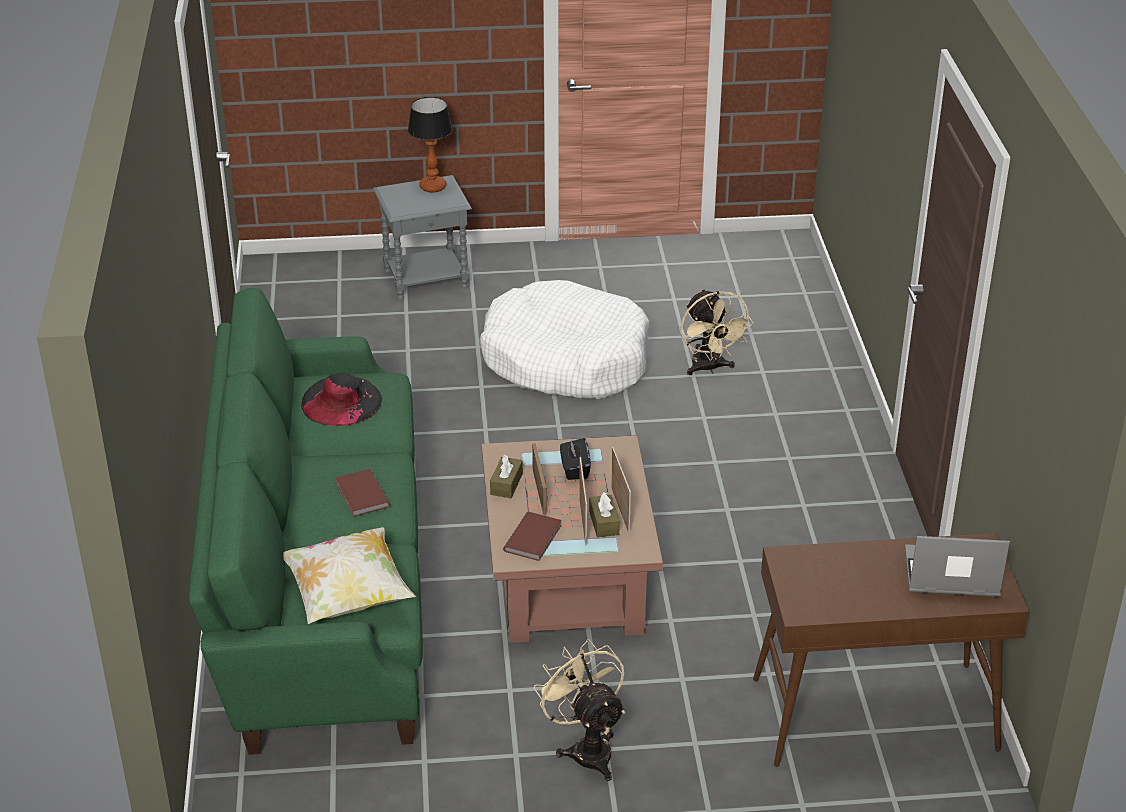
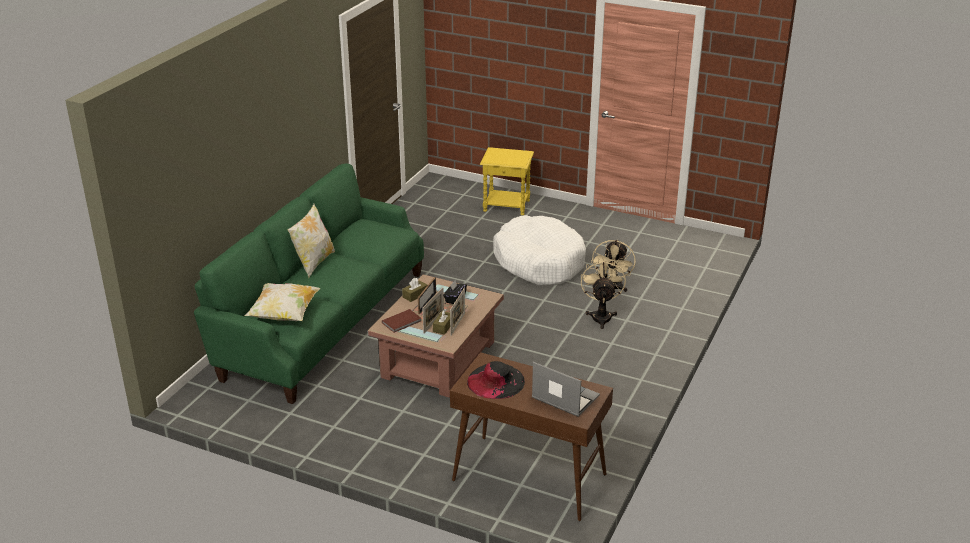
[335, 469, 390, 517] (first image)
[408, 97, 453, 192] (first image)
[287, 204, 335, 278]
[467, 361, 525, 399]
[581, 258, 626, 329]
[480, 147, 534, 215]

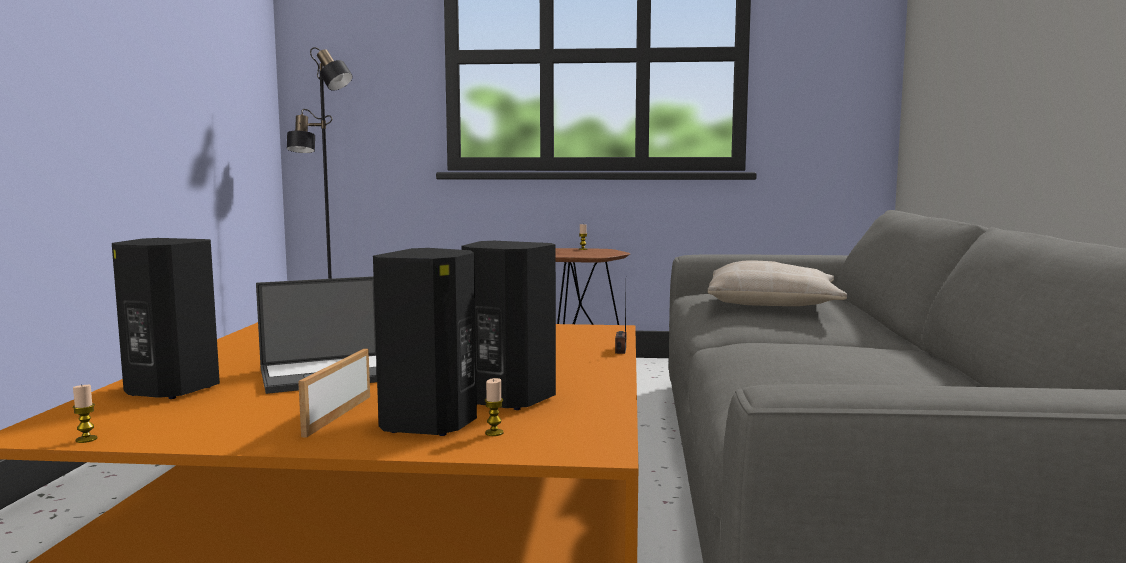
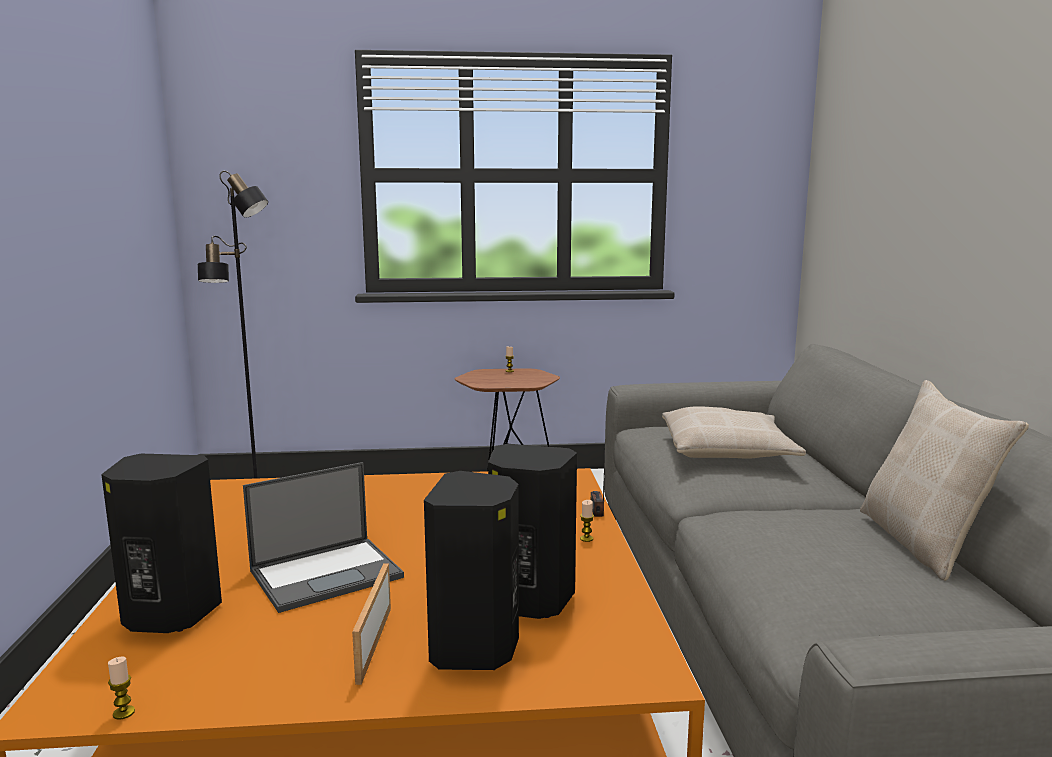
[860, 380, 1029, 581]
[580, 500, 594, 542]

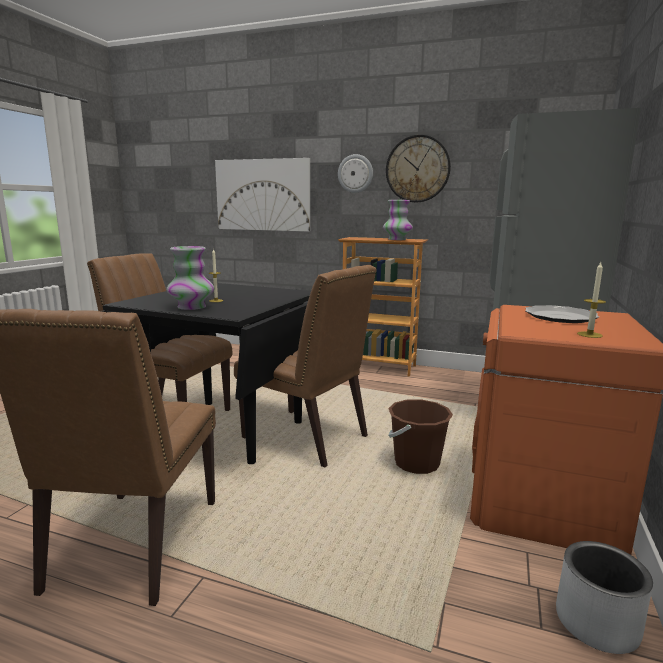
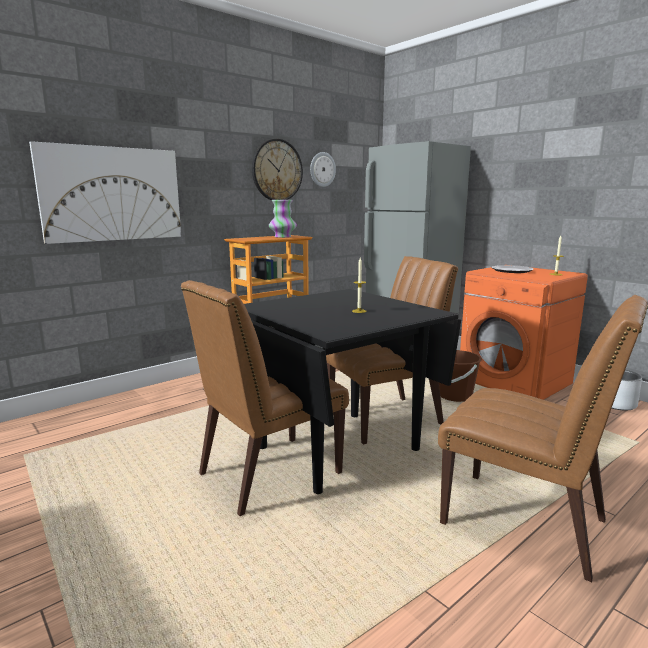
[166, 246, 214, 310] (first image)
[310, 152, 336, 187]

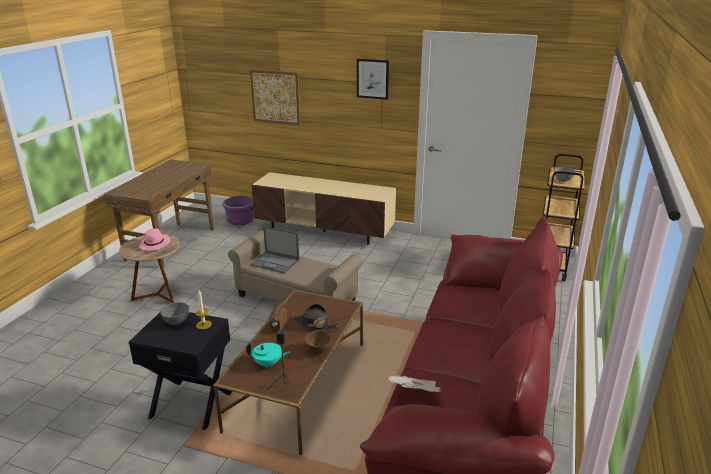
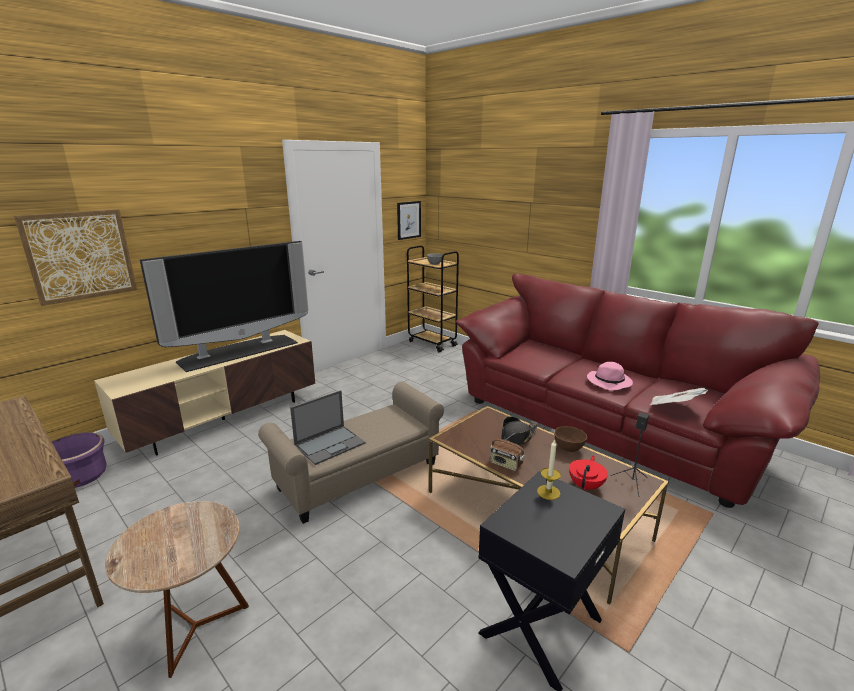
[160, 302, 189, 325] (first image)
[140, 241, 309, 372]
[587, 362, 633, 391]
[397, 201, 421, 240]
[569, 456, 608, 491]

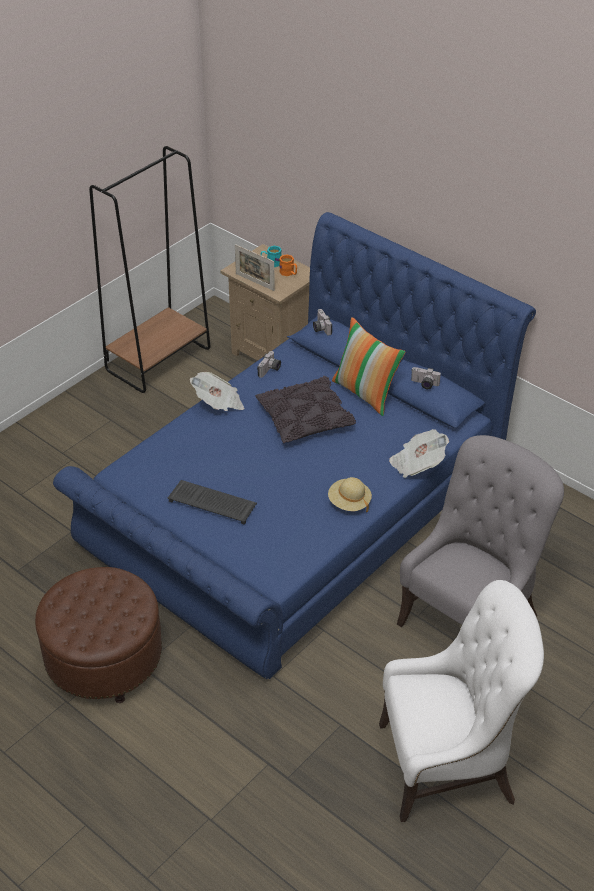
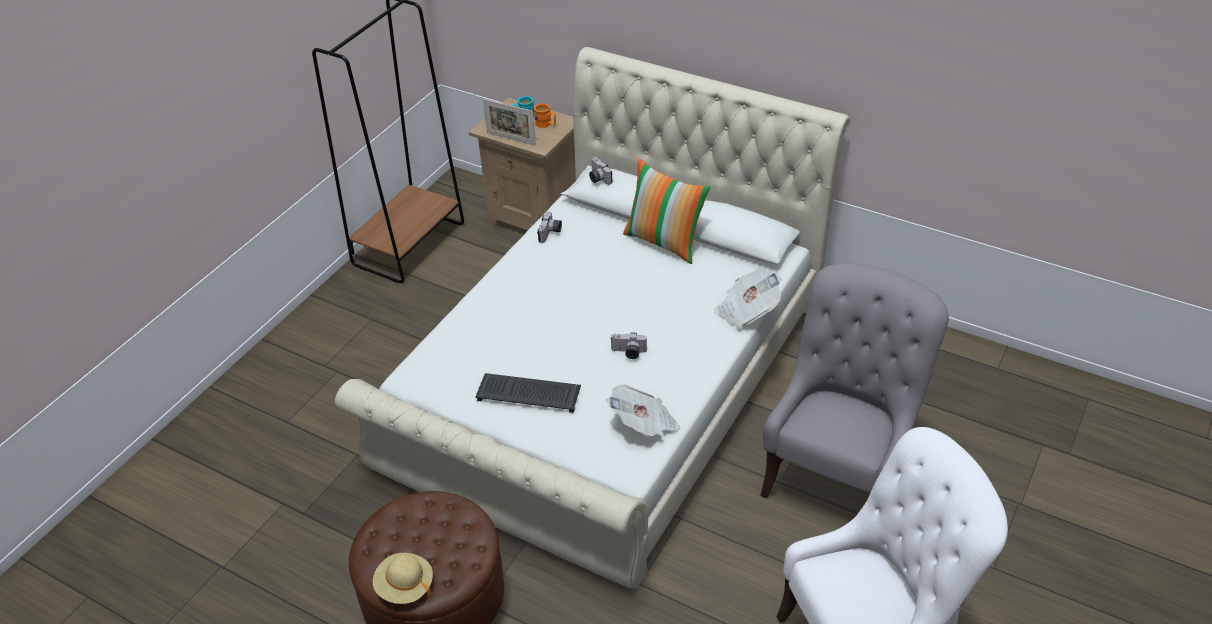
[255, 376, 356, 443] (first image)
[606, 385, 680, 437]
[373, 553, 433, 604]
[610, 332, 647, 359]
[335, 47, 850, 589]

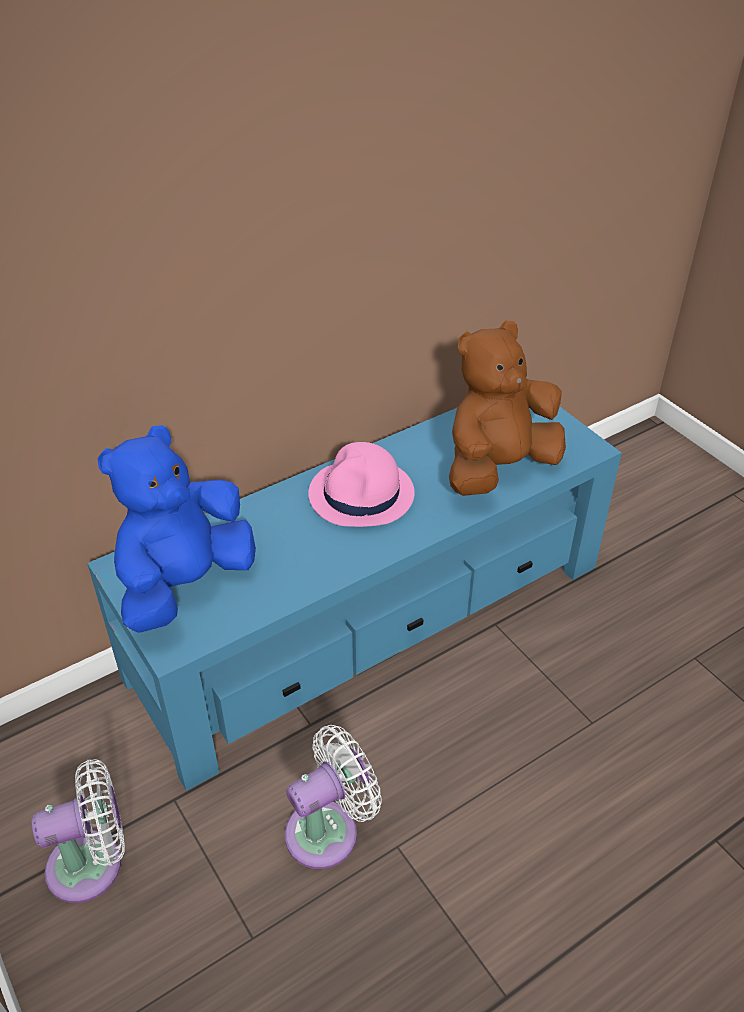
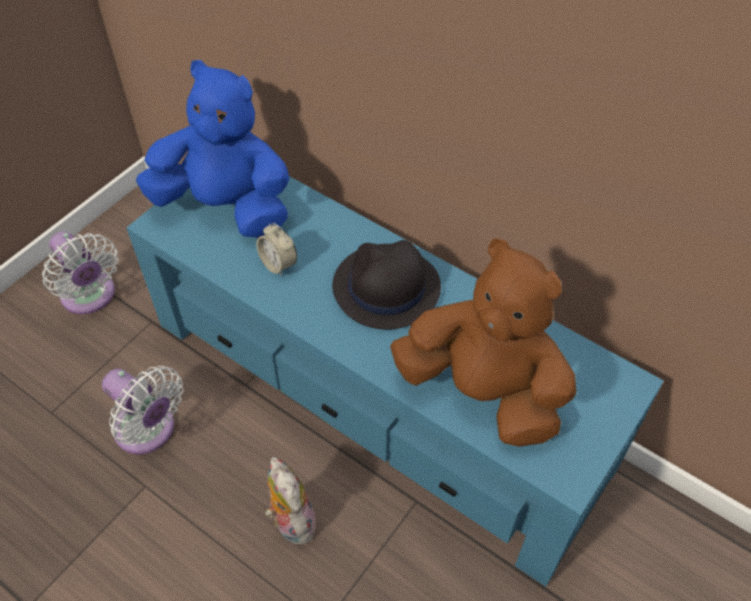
[257, 223, 297, 276]
[265, 457, 320, 544]
[332, 240, 441, 330]

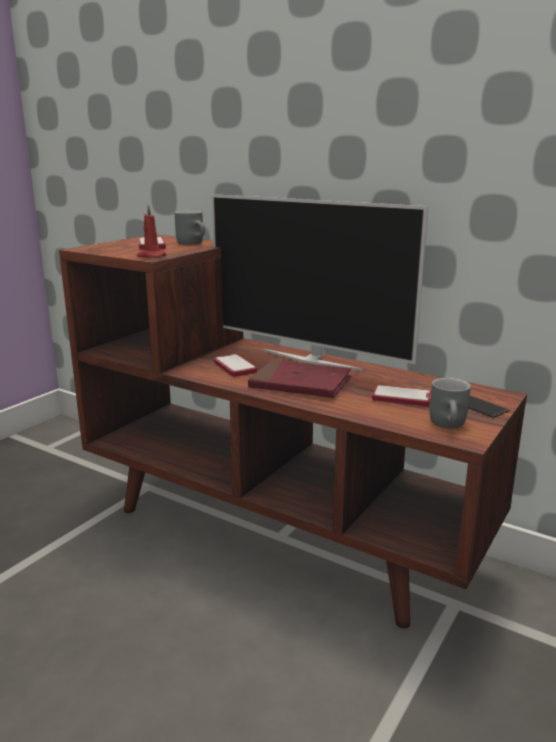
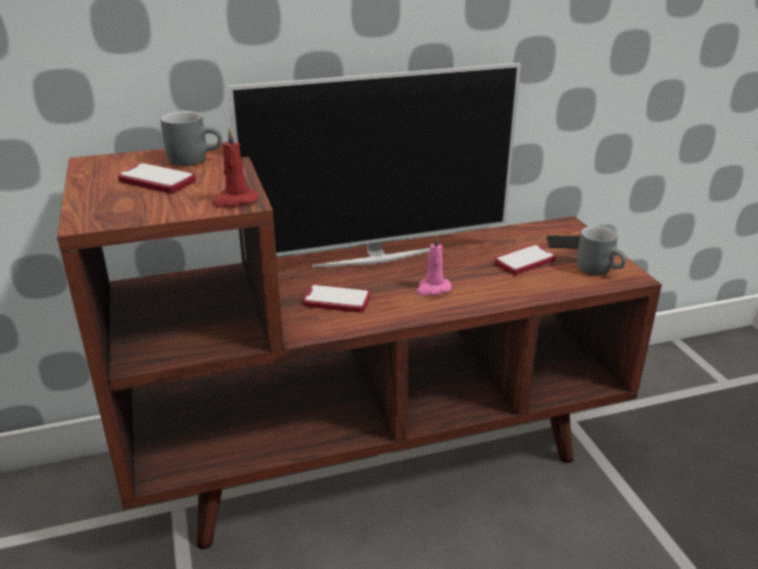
[416, 234, 452, 295]

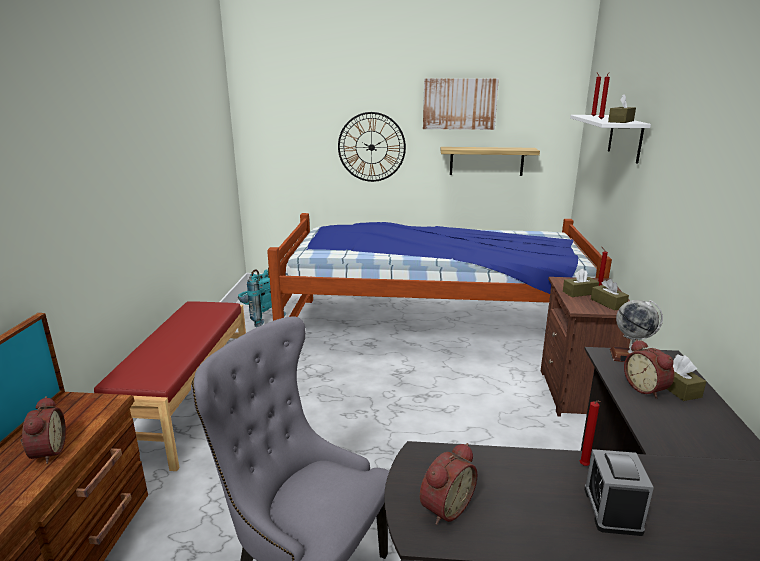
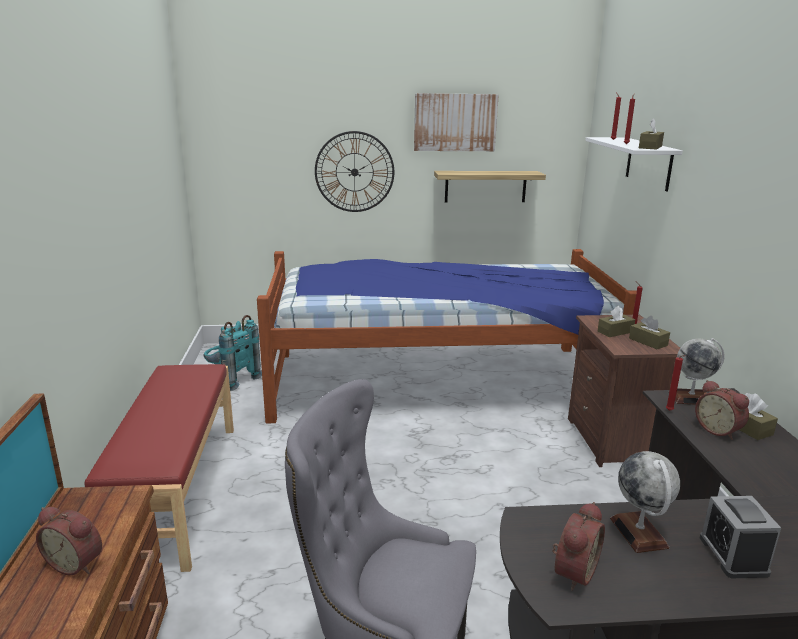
[610, 451, 680, 553]
[666, 355, 685, 411]
[36, 507, 102, 575]

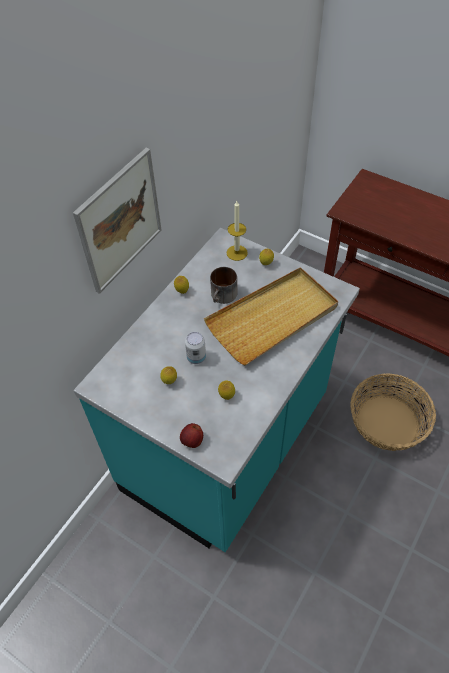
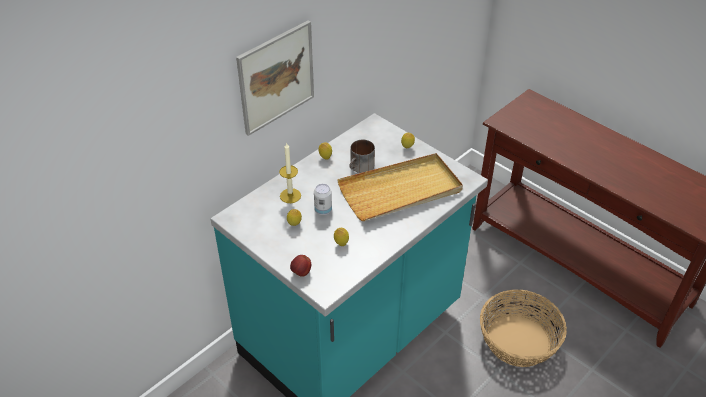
[279, 142, 301, 203]

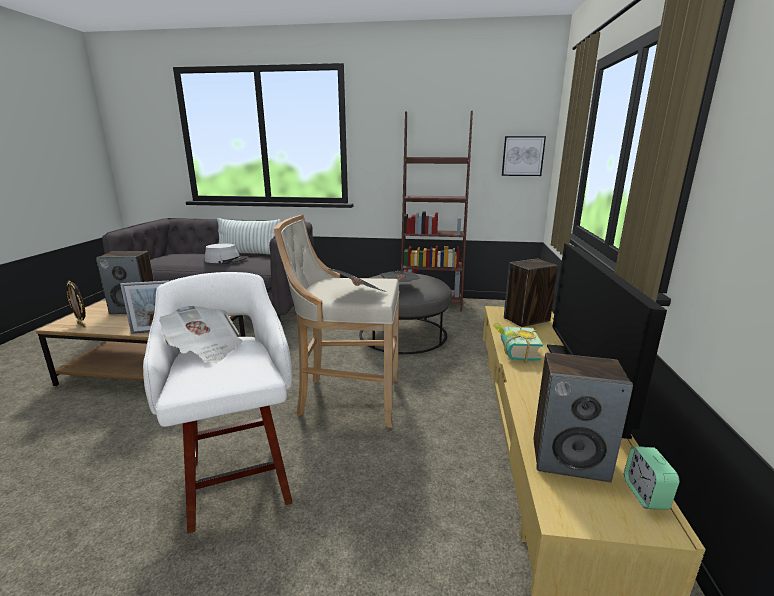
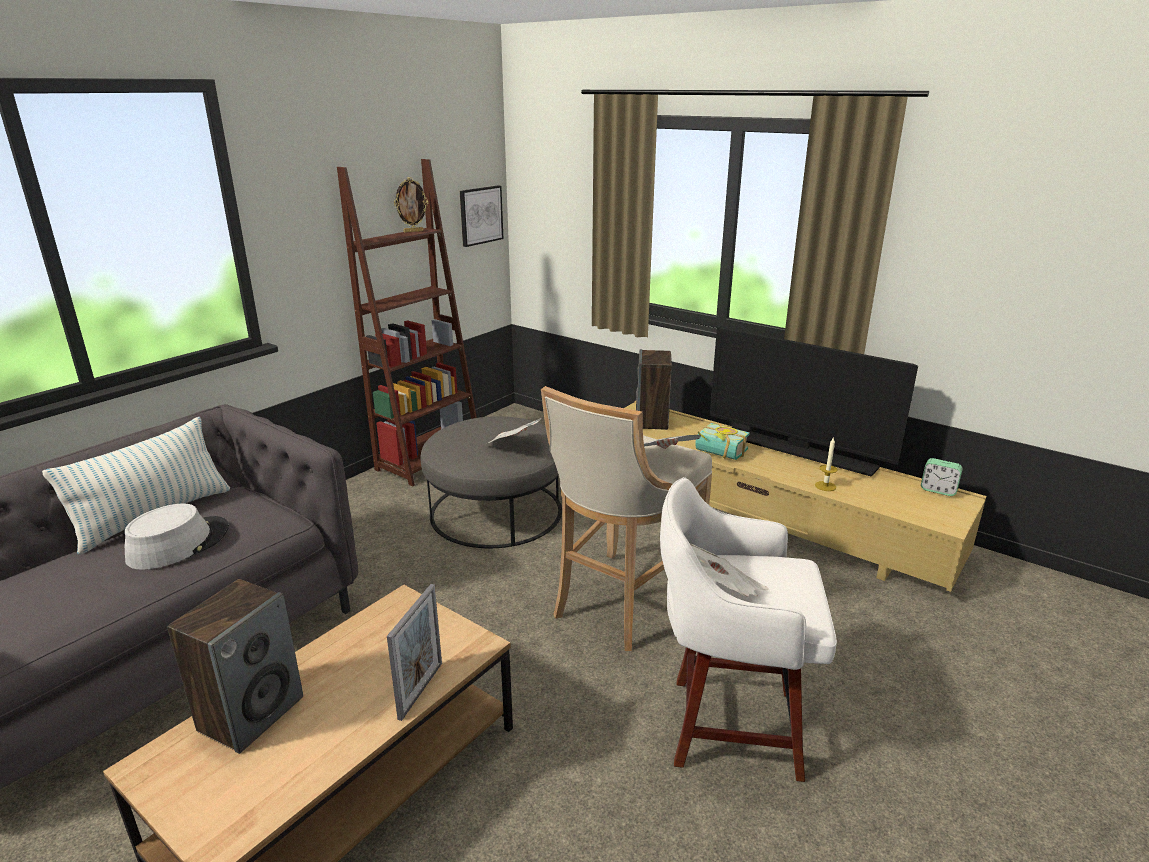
[534, 353, 633, 482] (first image)
[815, 437, 838, 491]
[394, 177, 428, 233]

